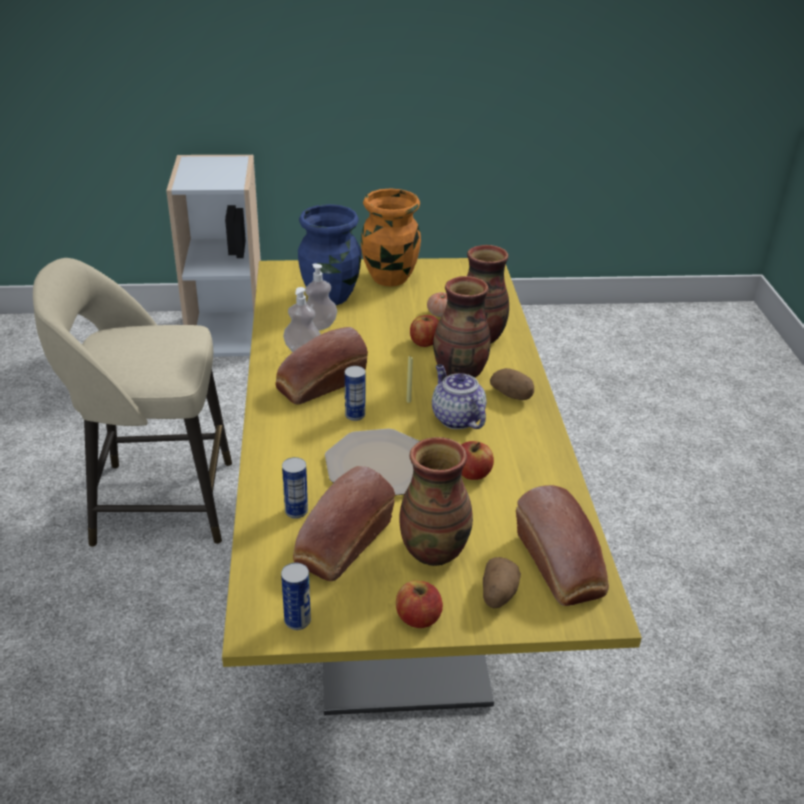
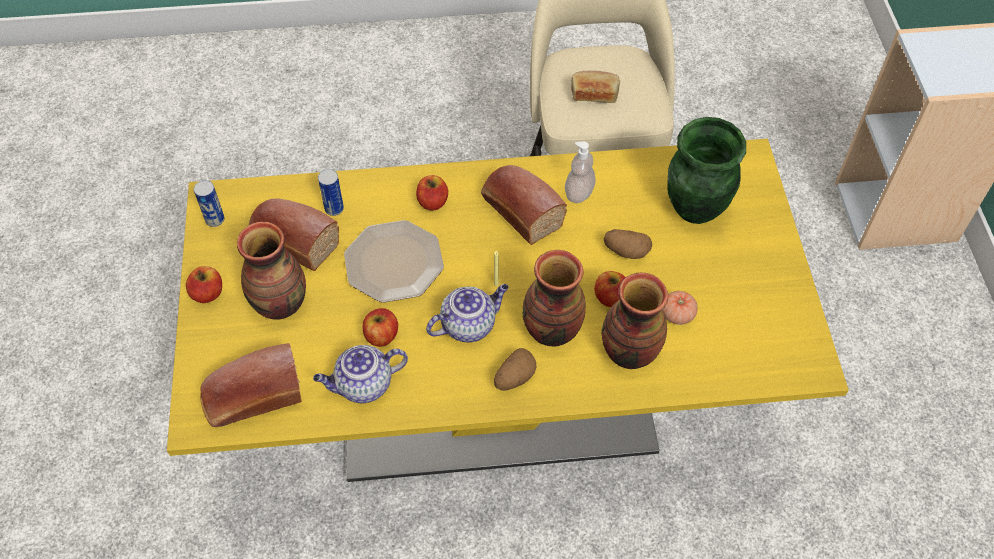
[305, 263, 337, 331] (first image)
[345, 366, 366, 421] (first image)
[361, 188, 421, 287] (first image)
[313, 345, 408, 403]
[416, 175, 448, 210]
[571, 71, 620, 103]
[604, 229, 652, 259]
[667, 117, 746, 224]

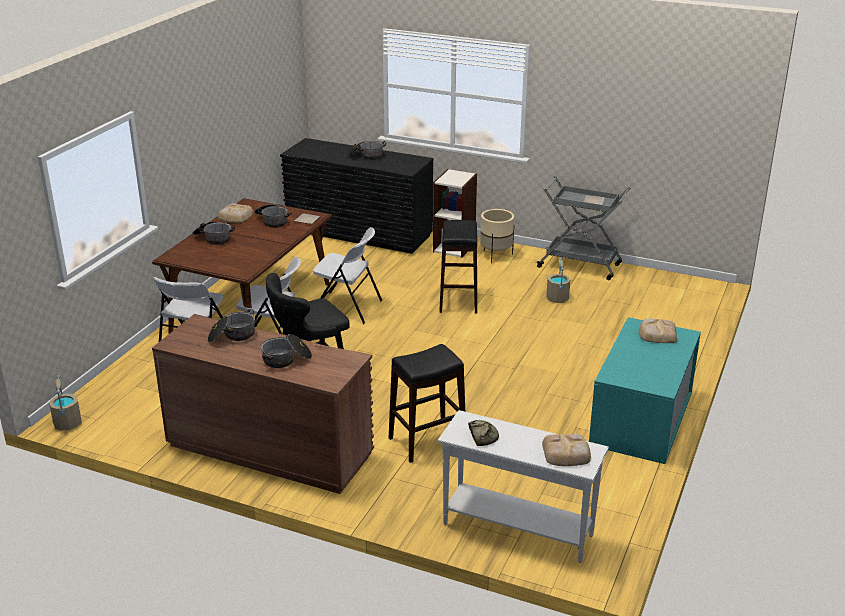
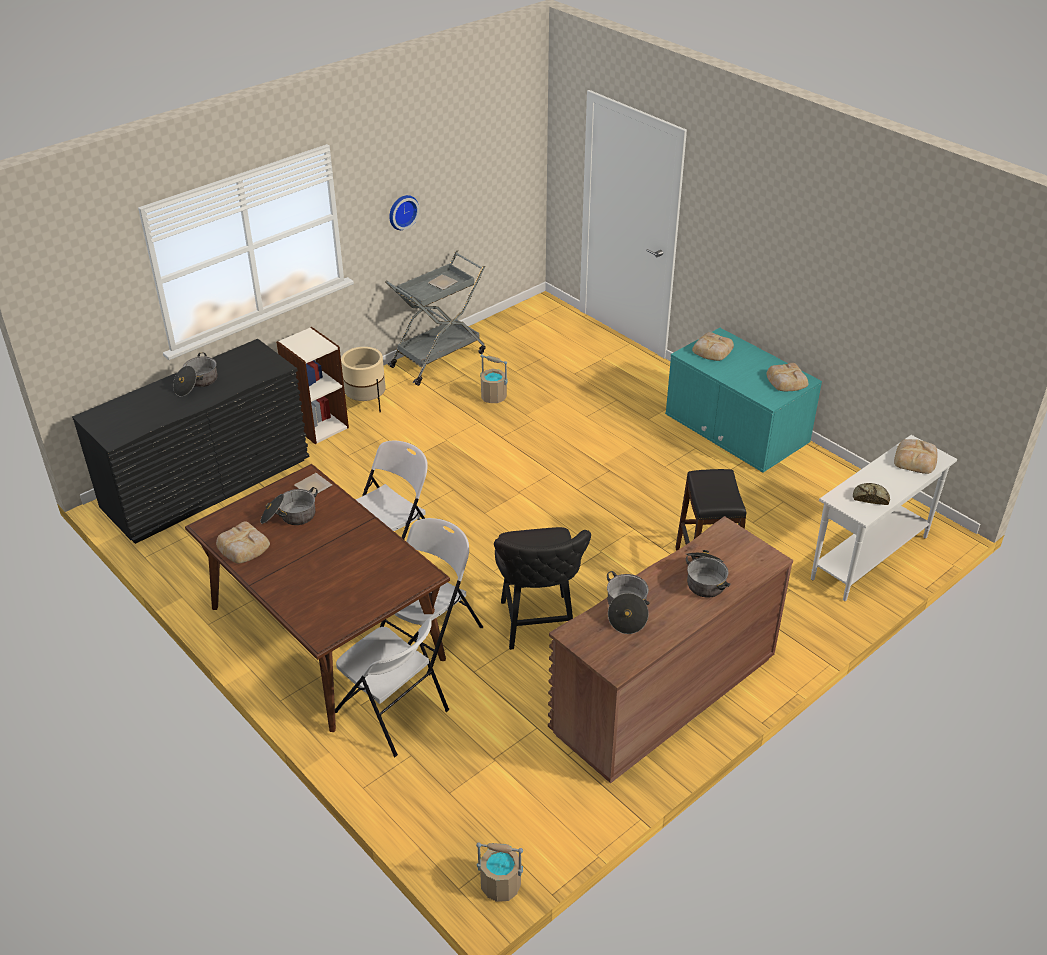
[192, 221, 236, 245] (first image)
[439, 220, 477, 314] (first image)
[389, 195, 420, 230]
[766, 363, 808, 391]

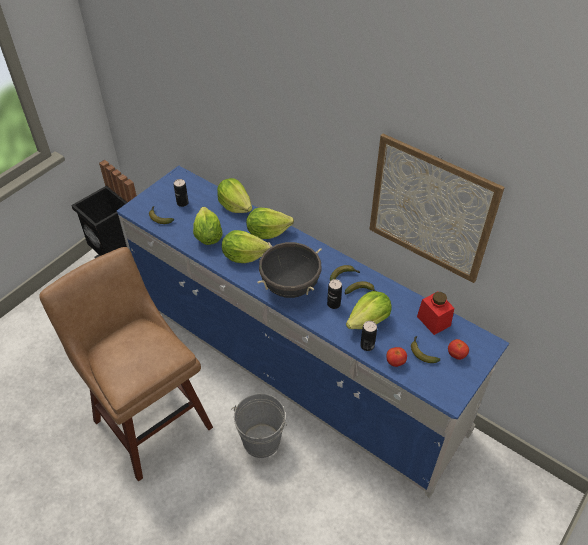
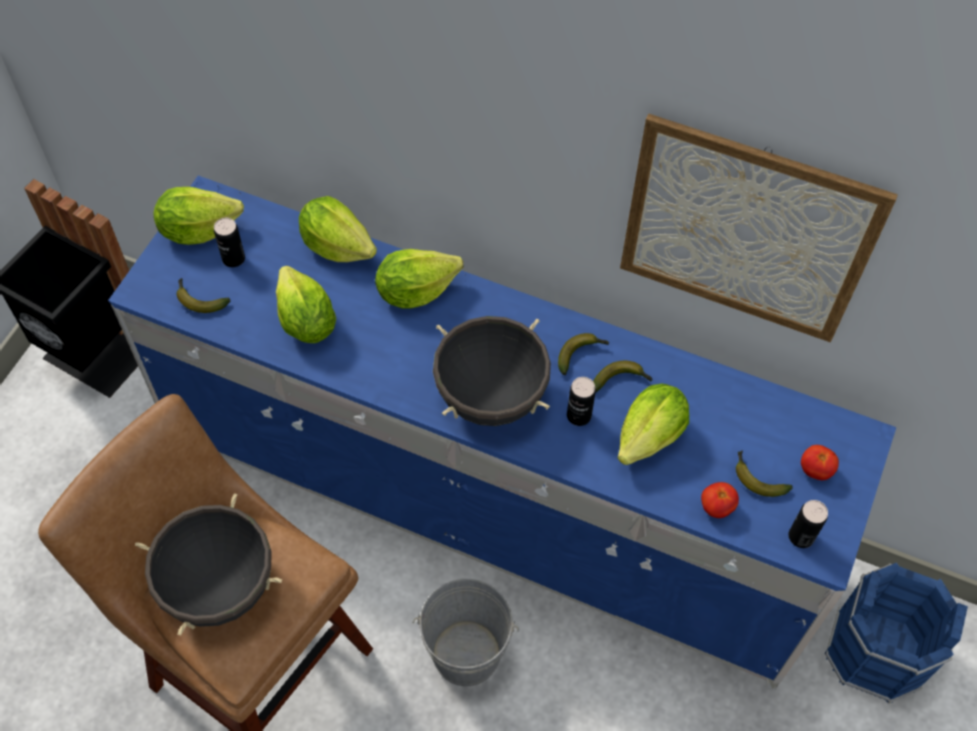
[417, 291, 454, 335] (first image)
[135, 493, 282, 635]
[825, 563, 968, 703]
[154, 187, 244, 245]
[788, 500, 828, 548]

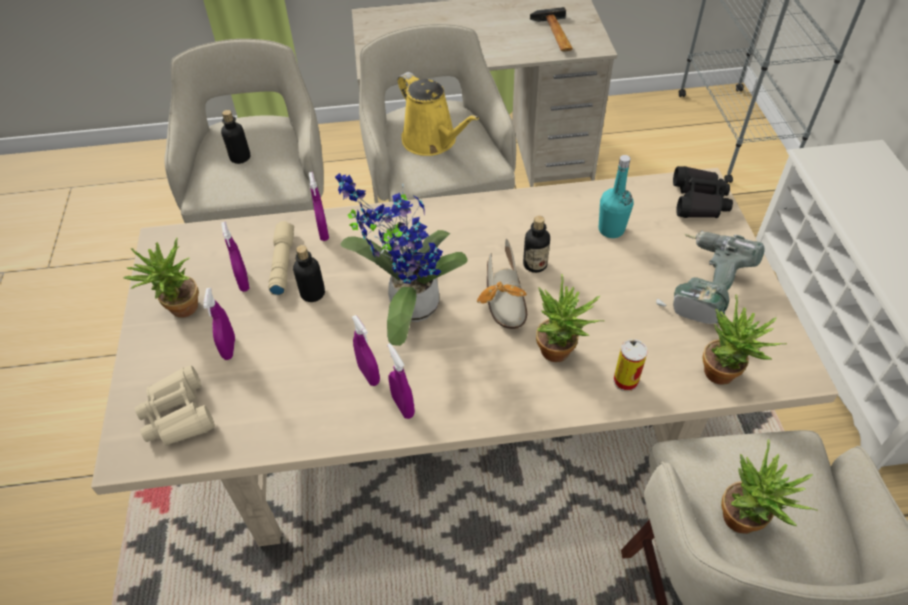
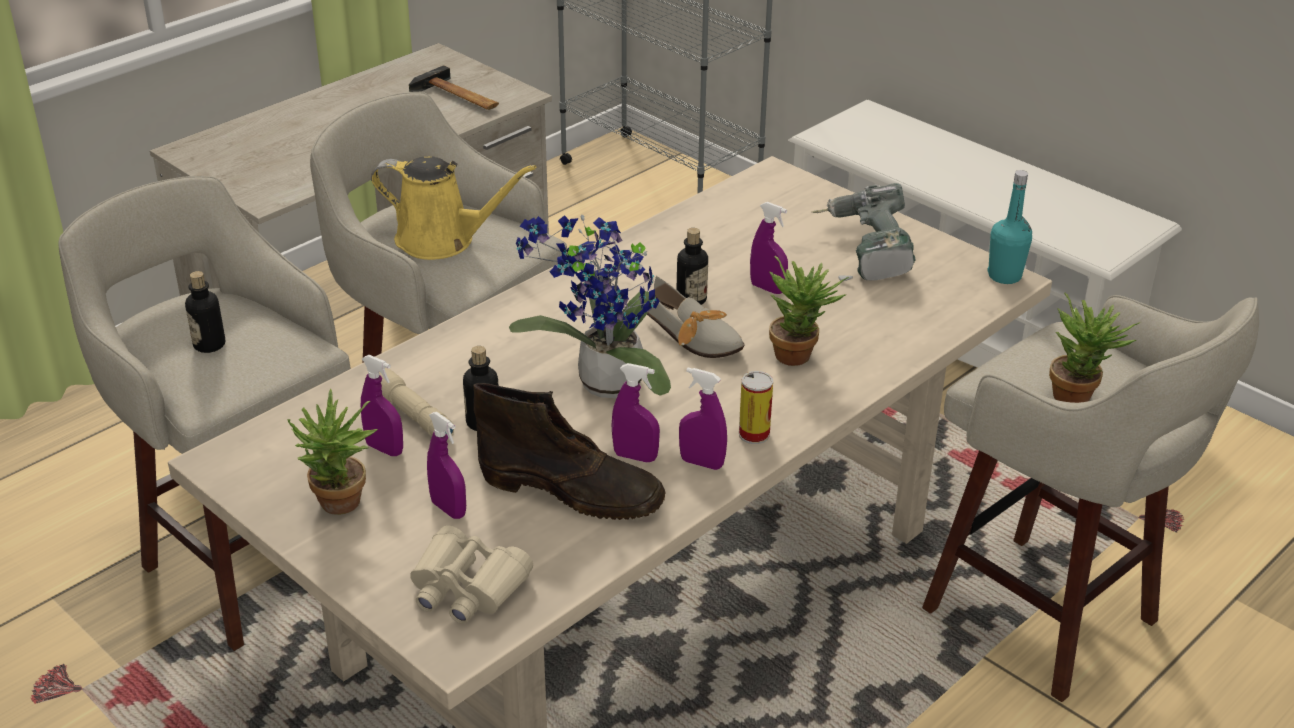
[673, 166, 733, 218] (first image)
[702, 294, 787, 385] (first image)
[473, 383, 666, 520]
[750, 202, 788, 294]
[987, 170, 1032, 284]
[739, 371, 773, 444]

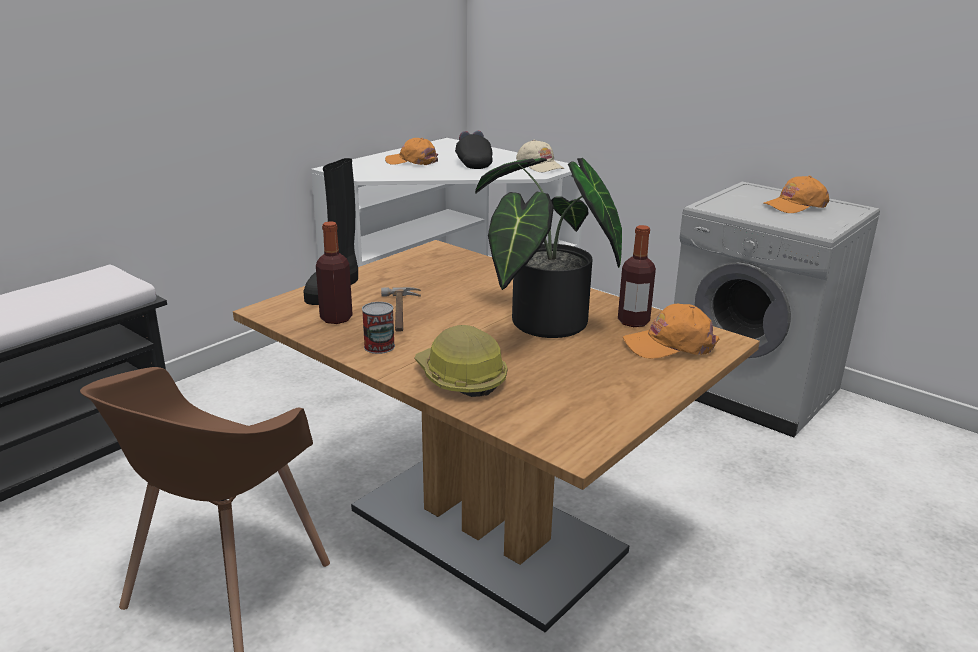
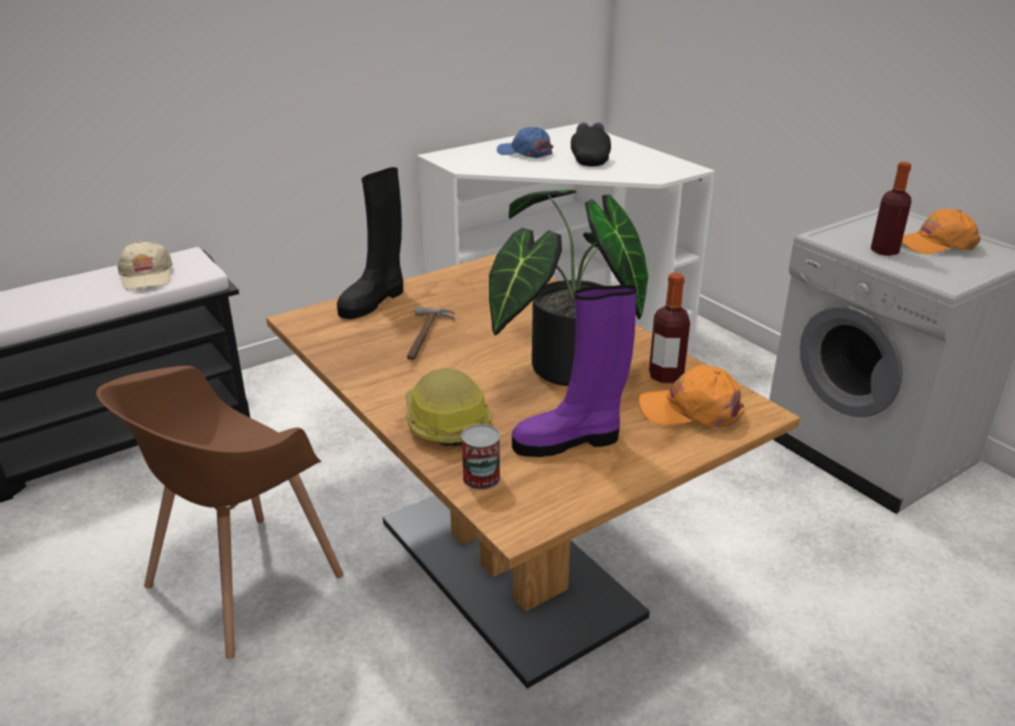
[512, 285, 636, 457]
[871, 162, 912, 256]
[461, 424, 500, 490]
[117, 241, 173, 290]
[497, 127, 554, 158]

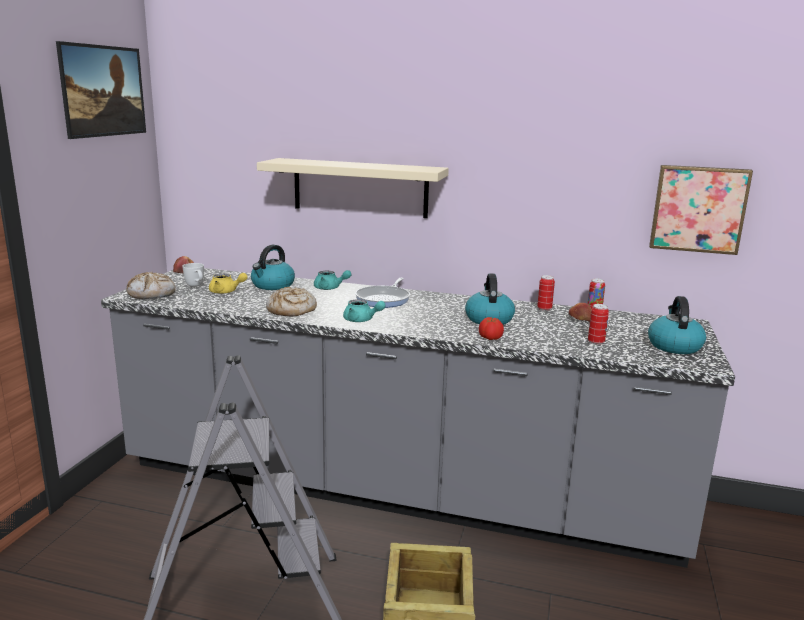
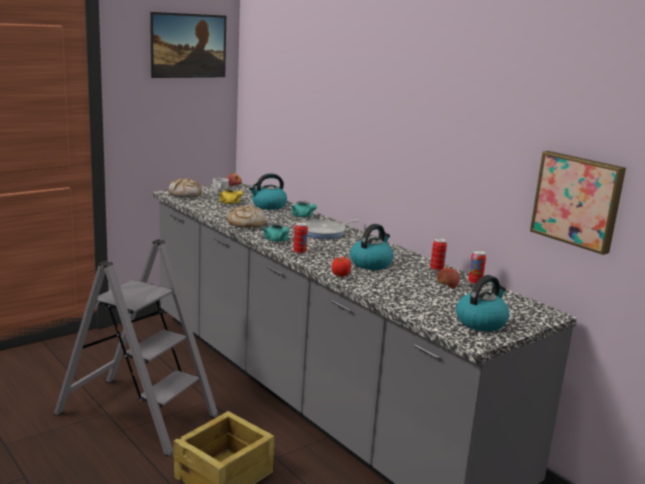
[257, 158, 449, 218] (first image)
[293, 222, 308, 254]

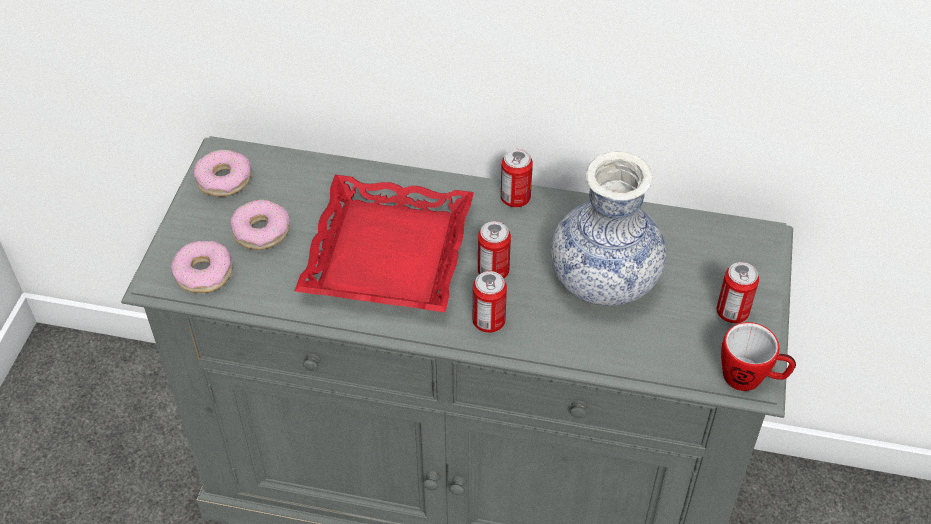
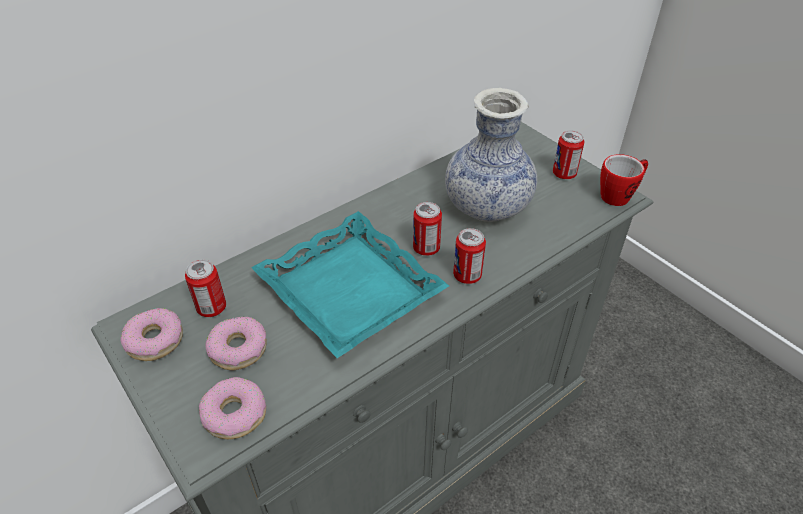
[185, 260, 226, 317]
[251, 211, 449, 358]

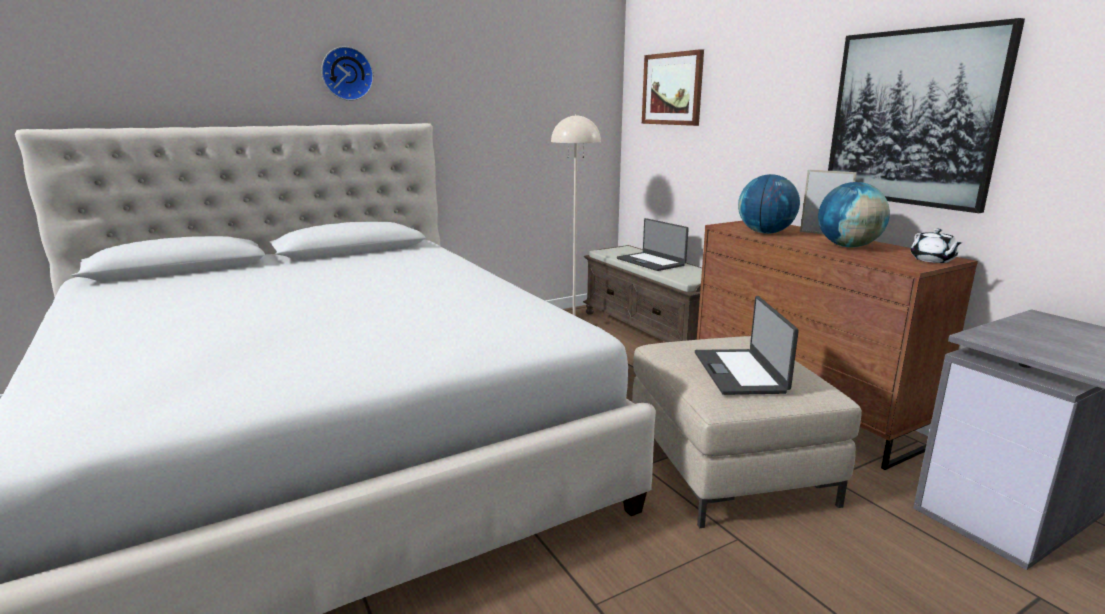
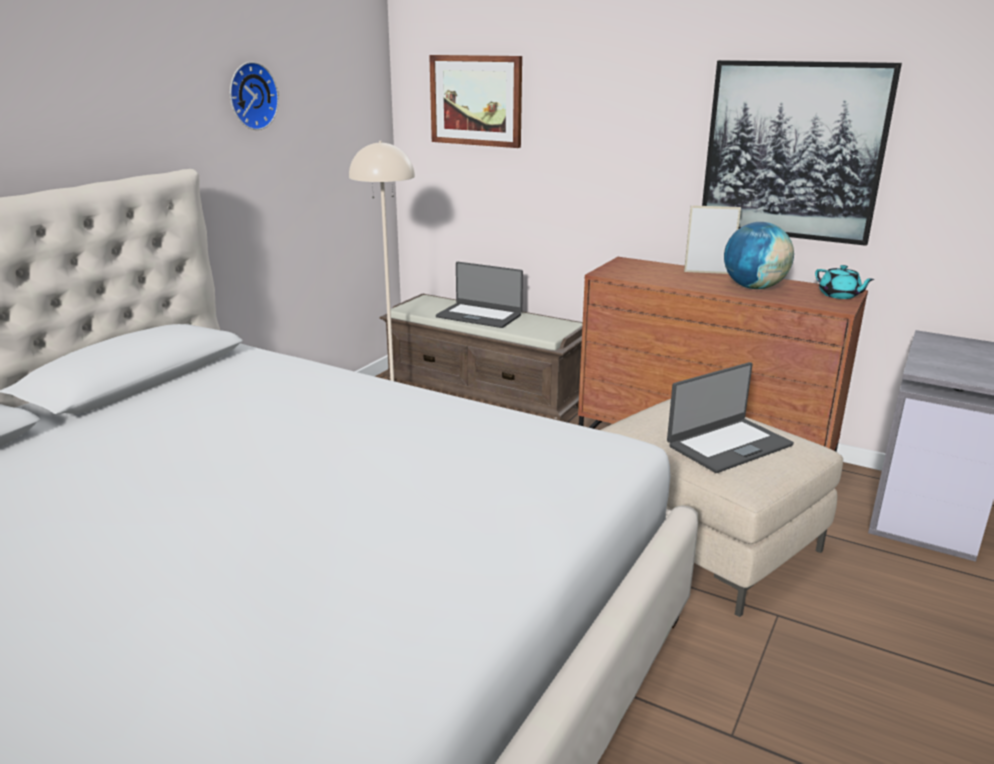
[738, 174, 800, 234] (first image)
[230, 62, 279, 130]
[815, 265, 875, 299]
[667, 362, 794, 473]

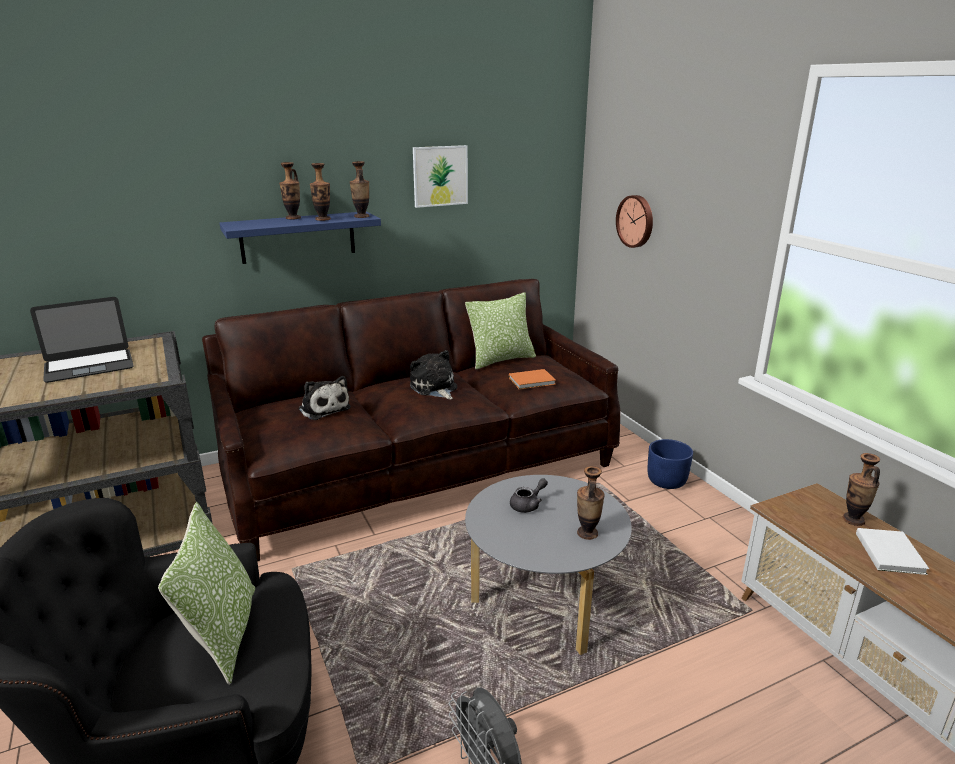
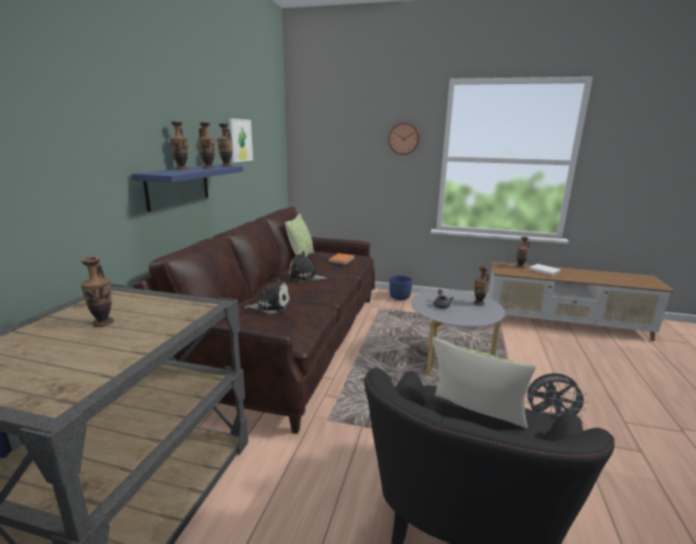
[388, 123, 419, 155]
[81, 257, 114, 327]

